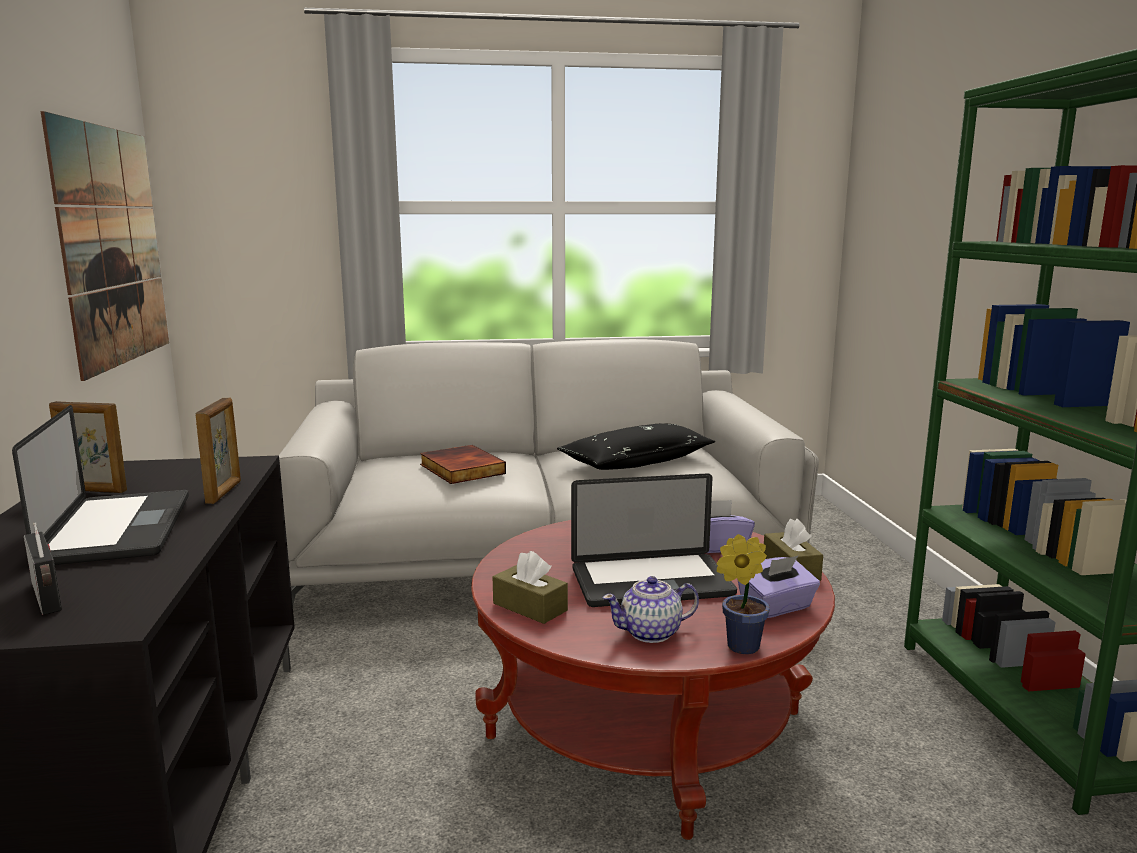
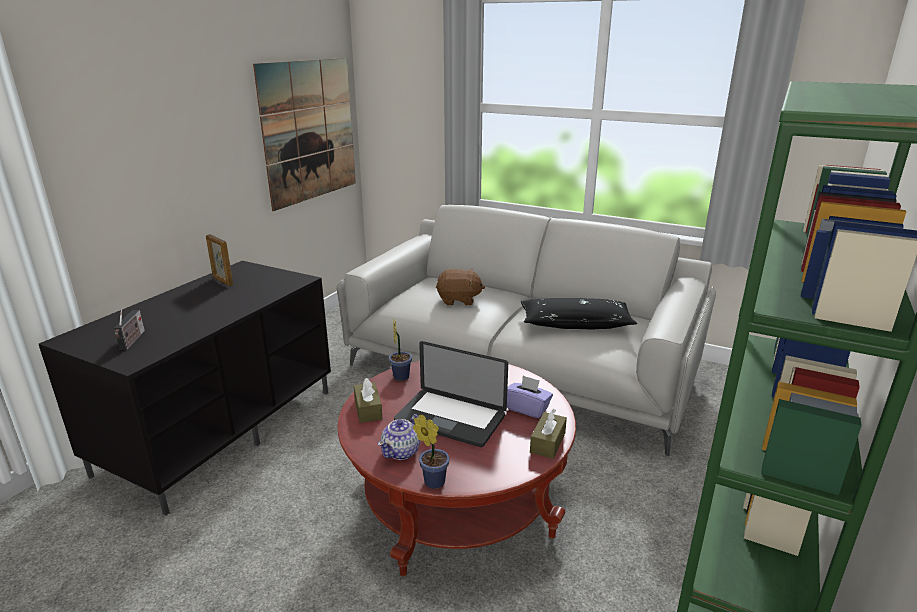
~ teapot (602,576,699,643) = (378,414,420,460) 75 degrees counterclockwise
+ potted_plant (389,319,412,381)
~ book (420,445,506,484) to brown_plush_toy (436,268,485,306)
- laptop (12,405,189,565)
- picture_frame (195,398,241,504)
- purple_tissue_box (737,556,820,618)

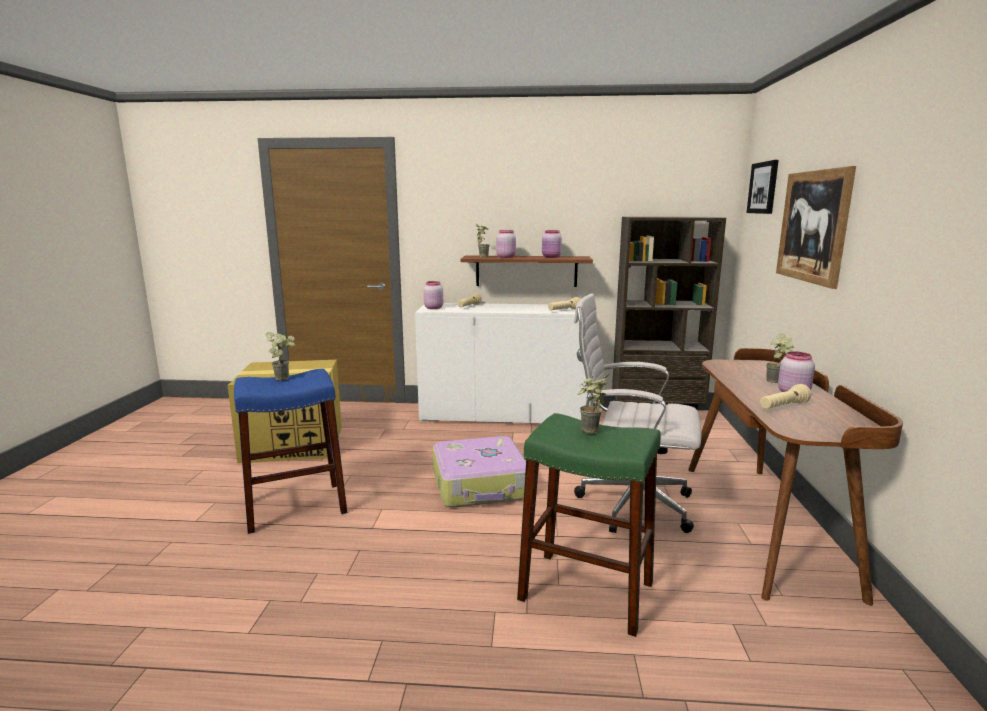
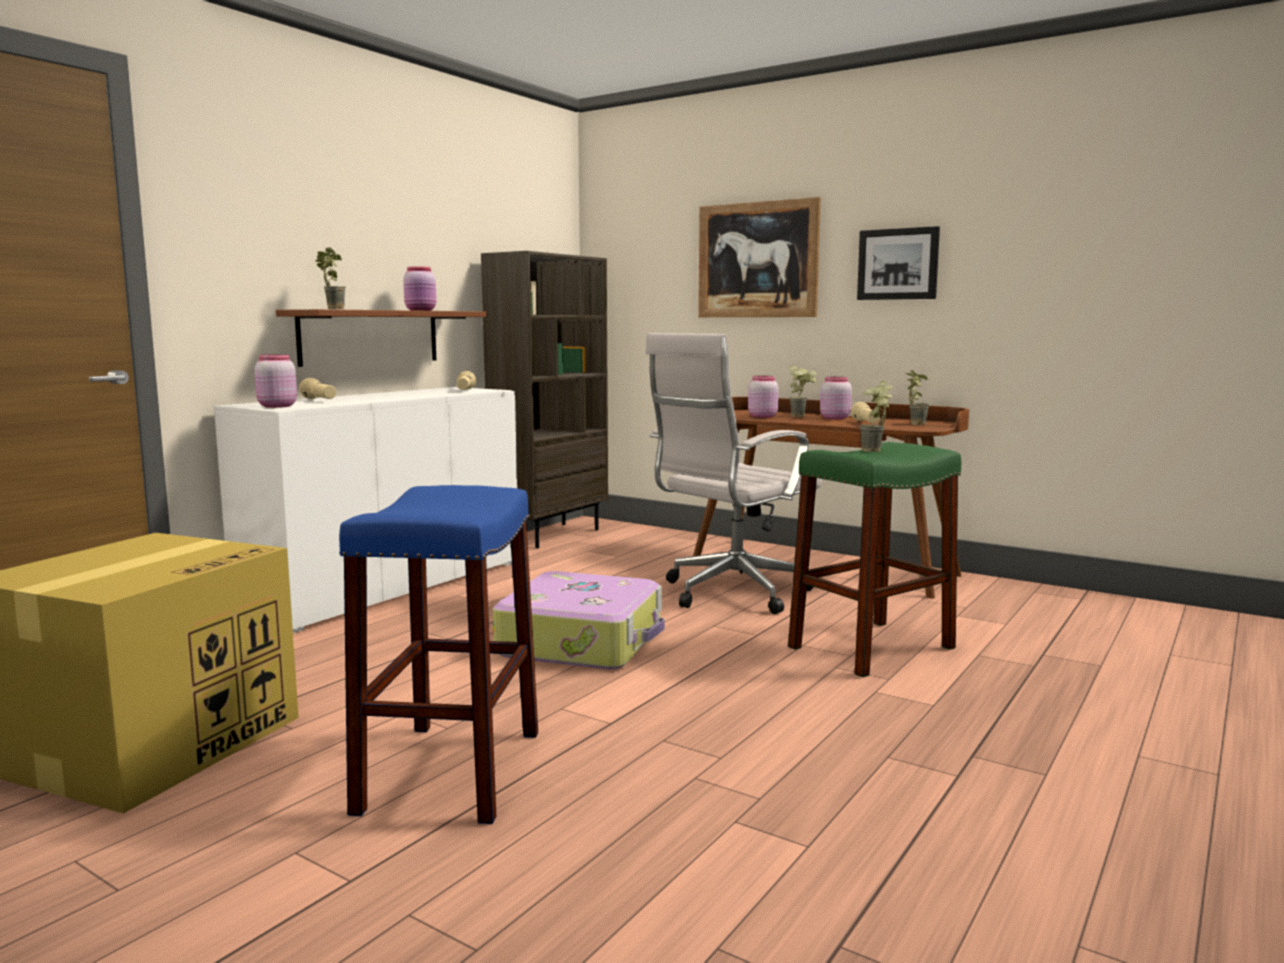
~ pink_jar (496,230,516,258) to (748,376,779,418)
~ picture (747,160,779,214) to (857,226,940,300)
~ potted_plant (266,332,295,381) to (906,370,930,425)

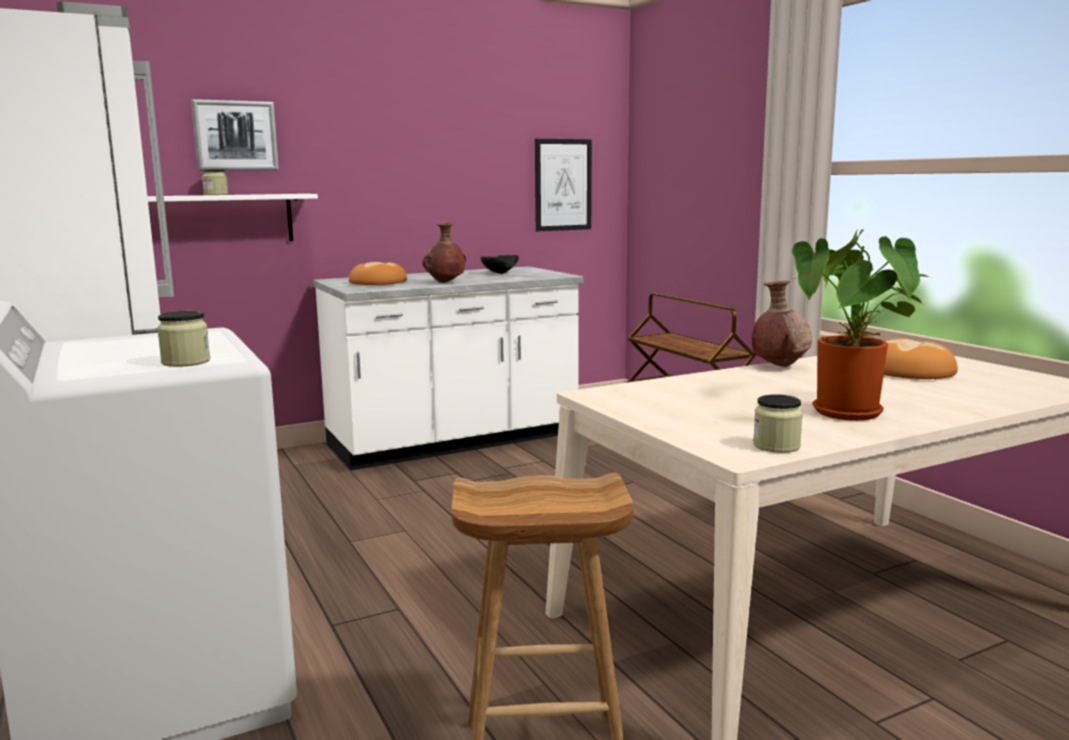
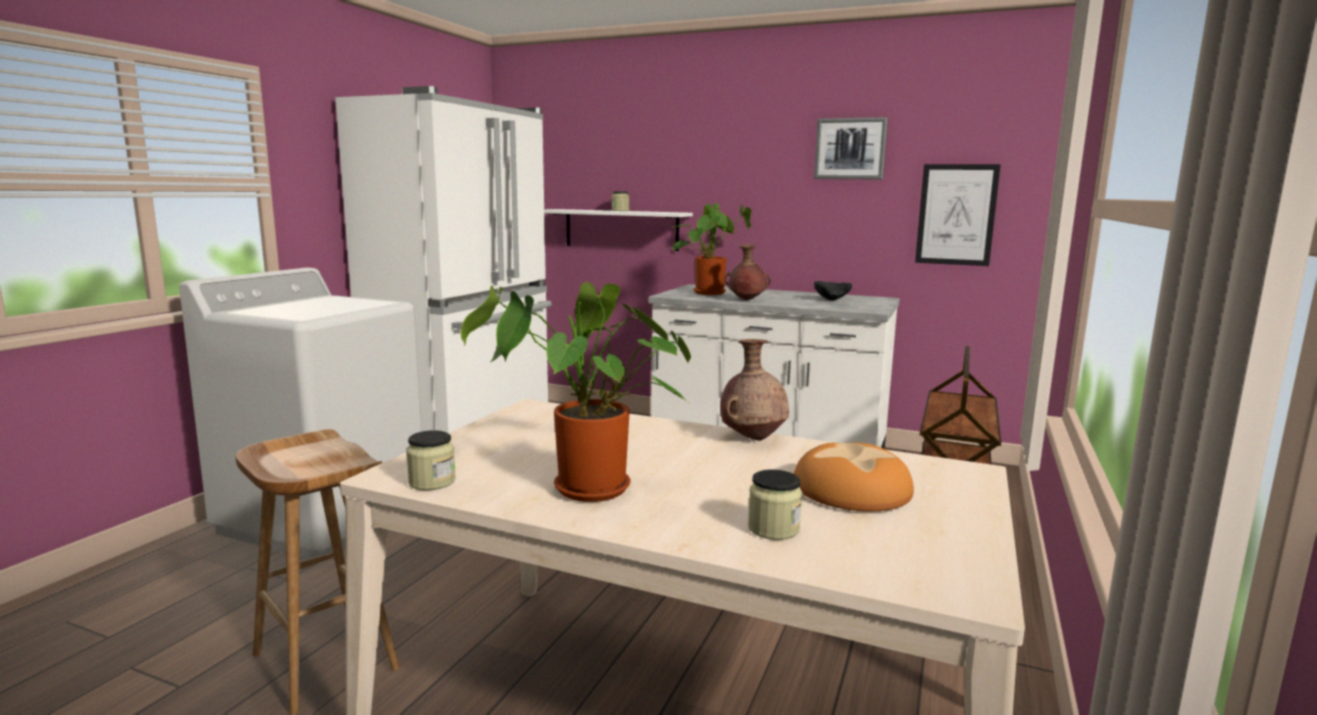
~ bread (349,262,407,285) to potted_plant (671,203,752,295)
~ jar (157,311,210,367) to (748,470,802,540)
~ picture (191,99,279,171) to (814,117,888,180)

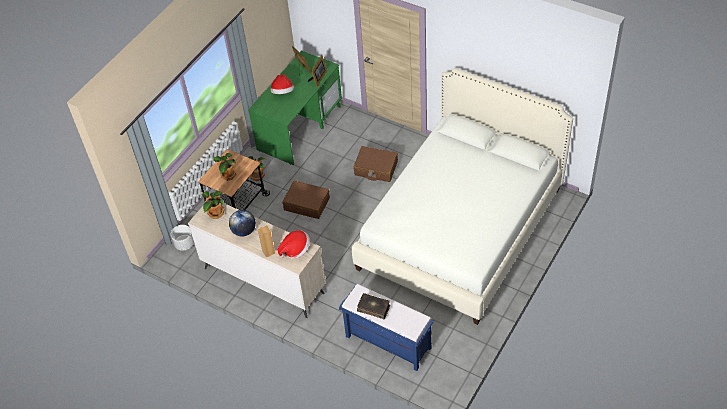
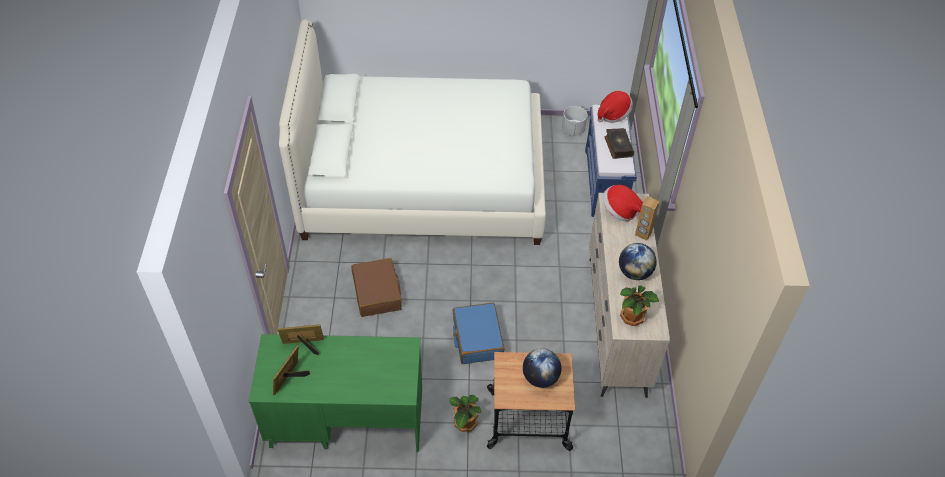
~ brown_suitcase (282,181,330,219) to blue_suitcase (453,303,505,364)
~ potted_plant (213,153,236,181) to globe (523,348,562,388)
~ white_planter (171,225,194,251) to (562,106,587,136)
~ hat (271,74,294,94) to (598,91,633,123)

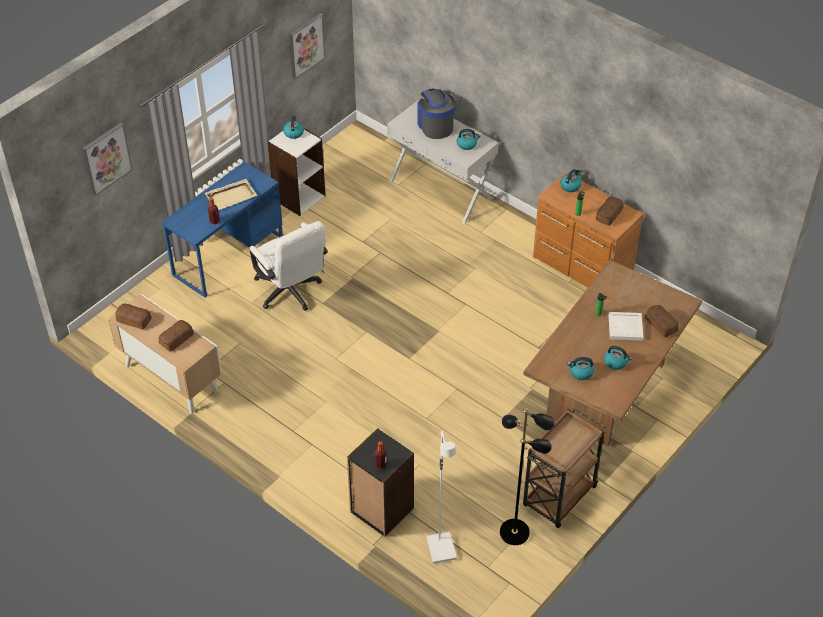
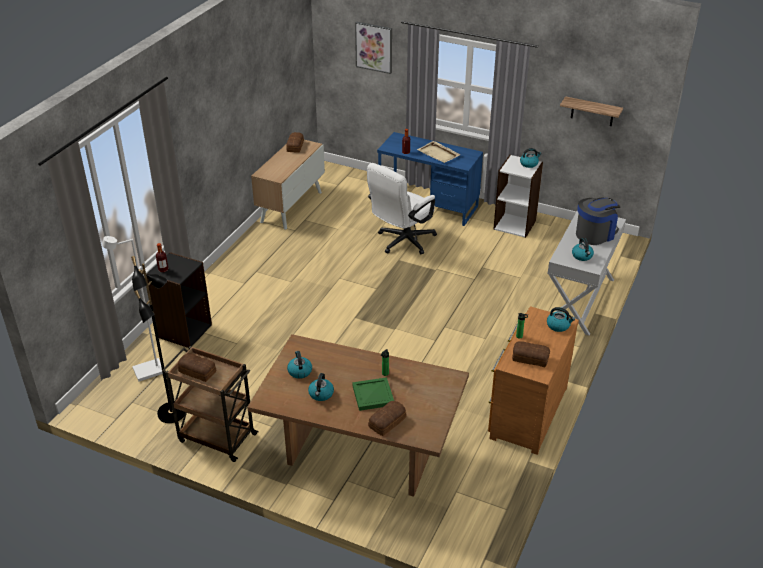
~ bread (159,320,194,352) to (178,353,216,382)
~ white_tray (608,312,643,341) to green_tray (352,377,394,411)
~ picture (289,13,325,79) to shelf (560,96,623,126)

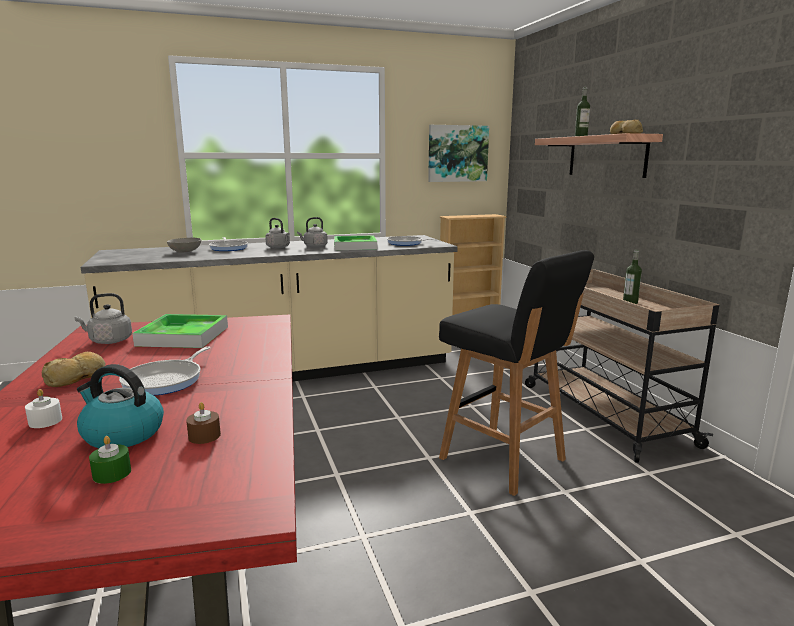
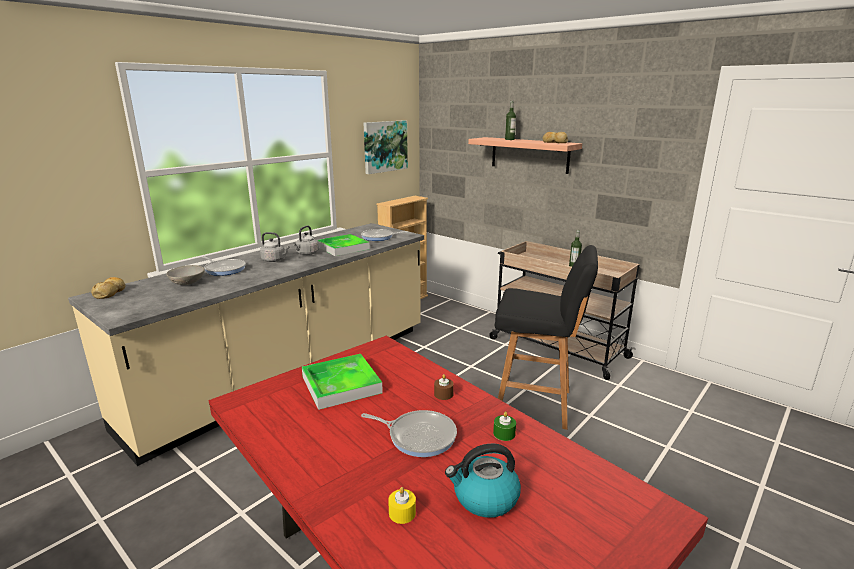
~ bread (42,352,106,387) to (91,277,125,299)
~ frying_pan (119,346,211,396) = (361,410,457,457) 60 degrees counterclockwise
~ white_candle (25,389,62,428) to yellow_candle (388,487,416,524)
~ brown_candle (186,402,221,444) to (434,374,454,400)
~ green_candle (89,436,131,484) to (493,412,516,441)
- grey_kettle (75,293,132,344)

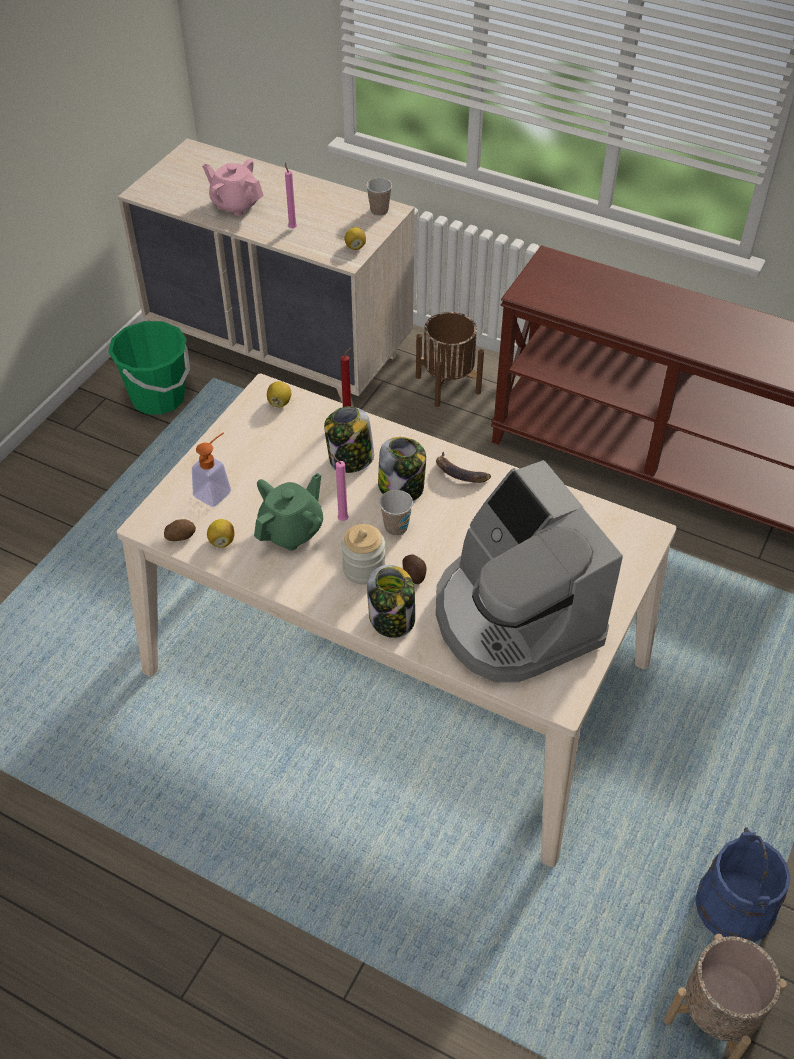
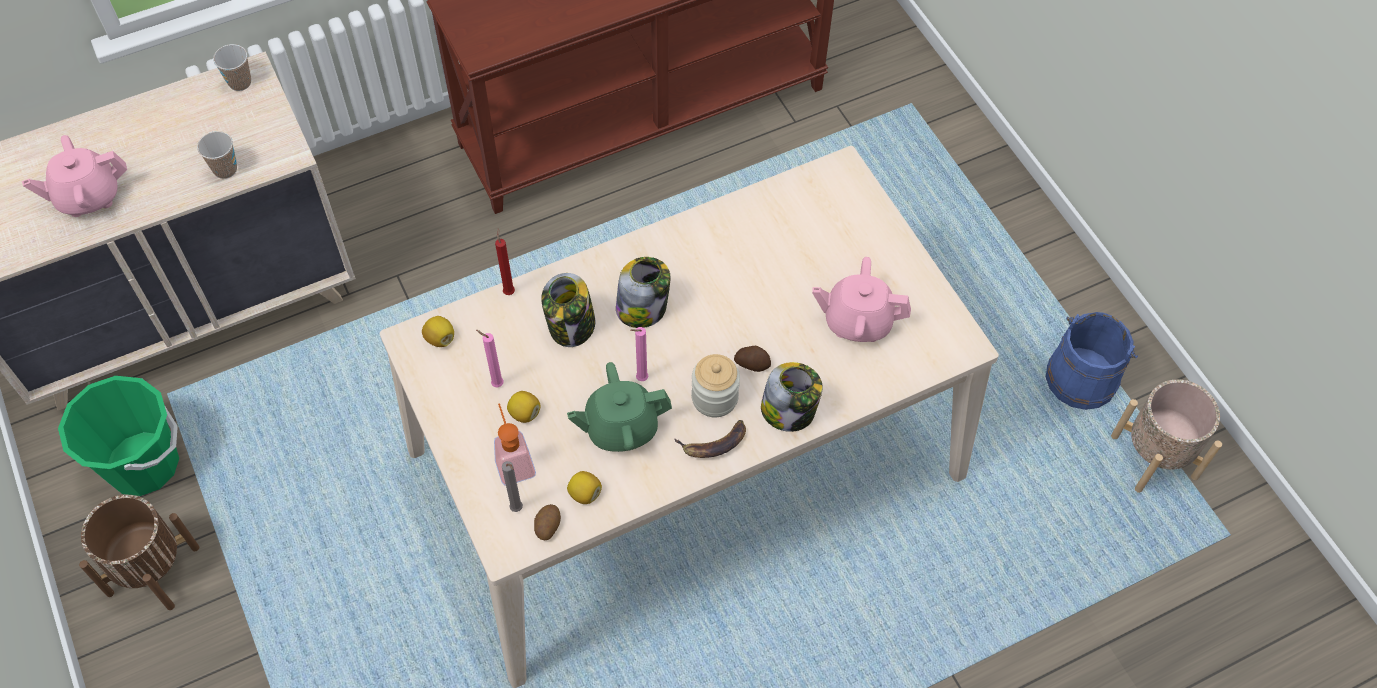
~ brown_planter (416,312,484,407) to (79,495,199,610)
~ cup (379,490,413,536) to (197,131,237,179)
~ pink_candle (285,162,297,229) to (476,330,504,387)
+ grey_candle (502,461,523,512)
~ lemon (344,227,366,250) to (507,391,541,423)
~ green_teapot (254,473,323,551) = (567,362,672,452) 90 degrees counterclockwise
~ banana (436,452,491,483) to (674,420,746,458)
~ coffee_machine (436,460,623,682) to pink_teapot (812,257,911,342)

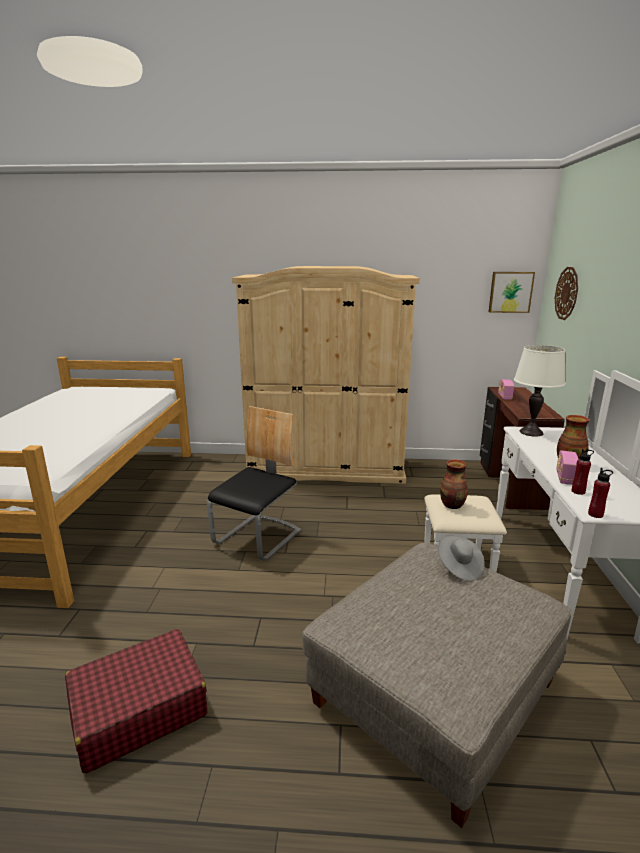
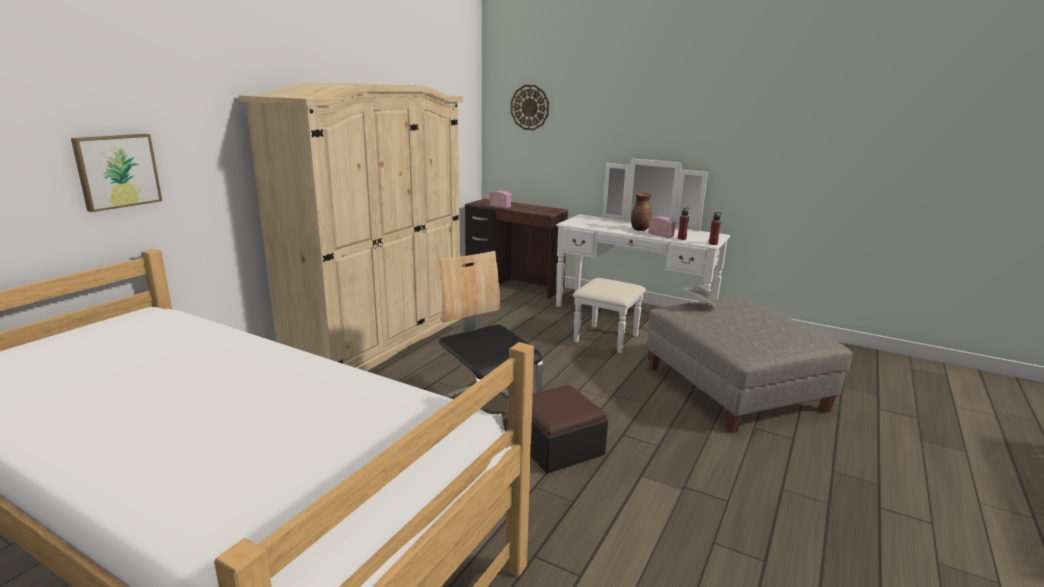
~ picture (489,272,535,313) to (71,134,162,212)
+ ottoman (531,385,608,474)
- red_suitcase (65,629,208,774)
- vase (440,459,468,509)
- white_table_lamp (514,345,566,437)

